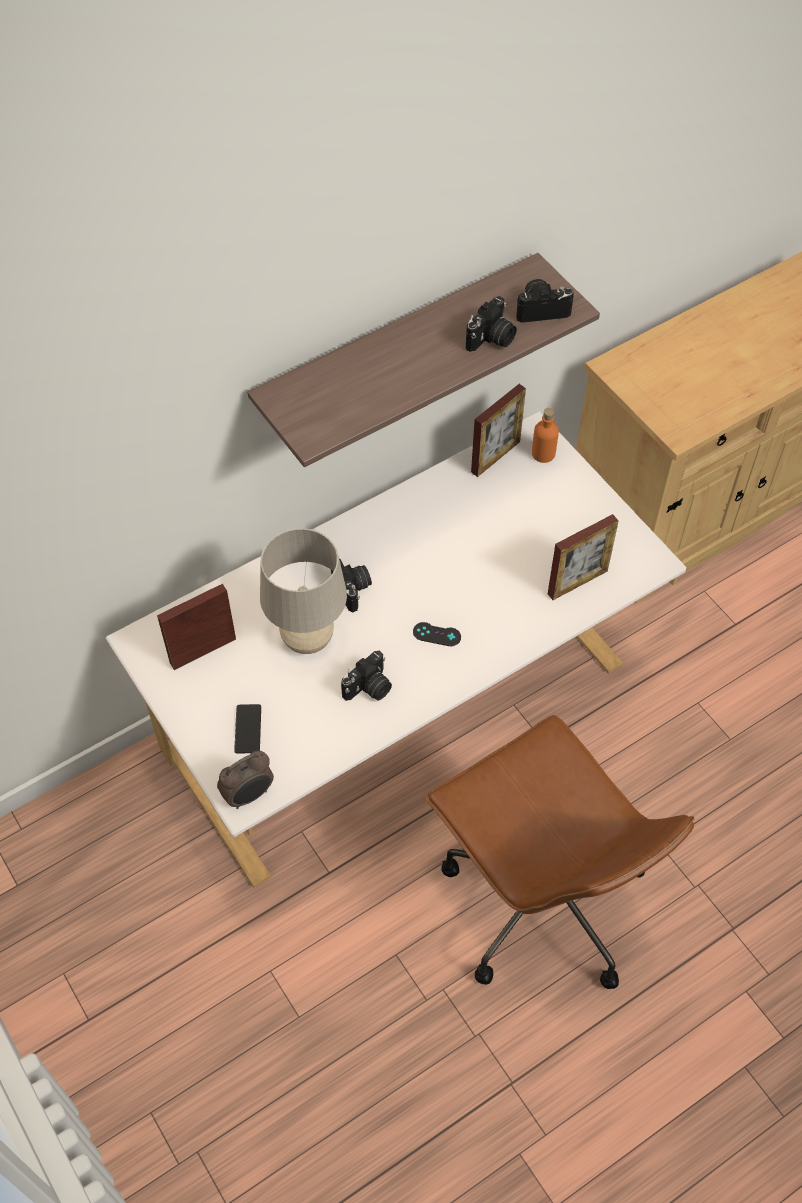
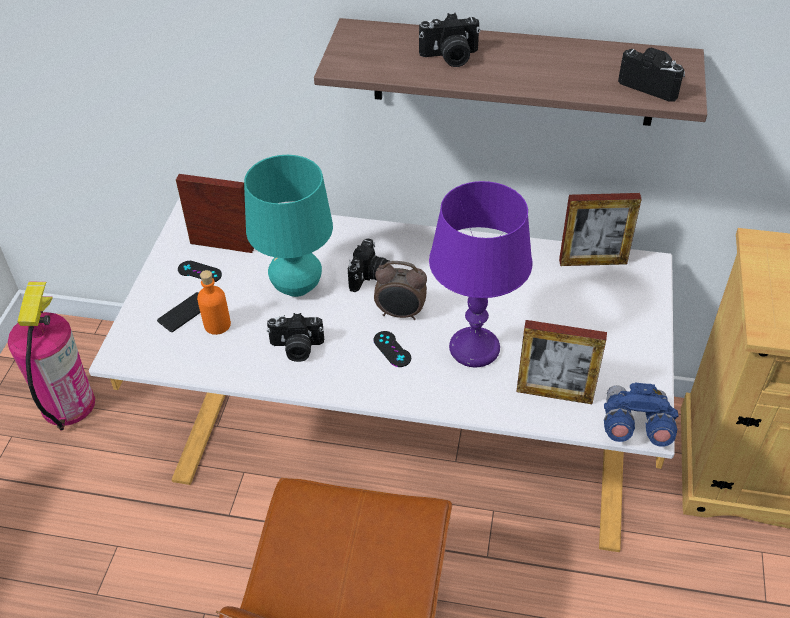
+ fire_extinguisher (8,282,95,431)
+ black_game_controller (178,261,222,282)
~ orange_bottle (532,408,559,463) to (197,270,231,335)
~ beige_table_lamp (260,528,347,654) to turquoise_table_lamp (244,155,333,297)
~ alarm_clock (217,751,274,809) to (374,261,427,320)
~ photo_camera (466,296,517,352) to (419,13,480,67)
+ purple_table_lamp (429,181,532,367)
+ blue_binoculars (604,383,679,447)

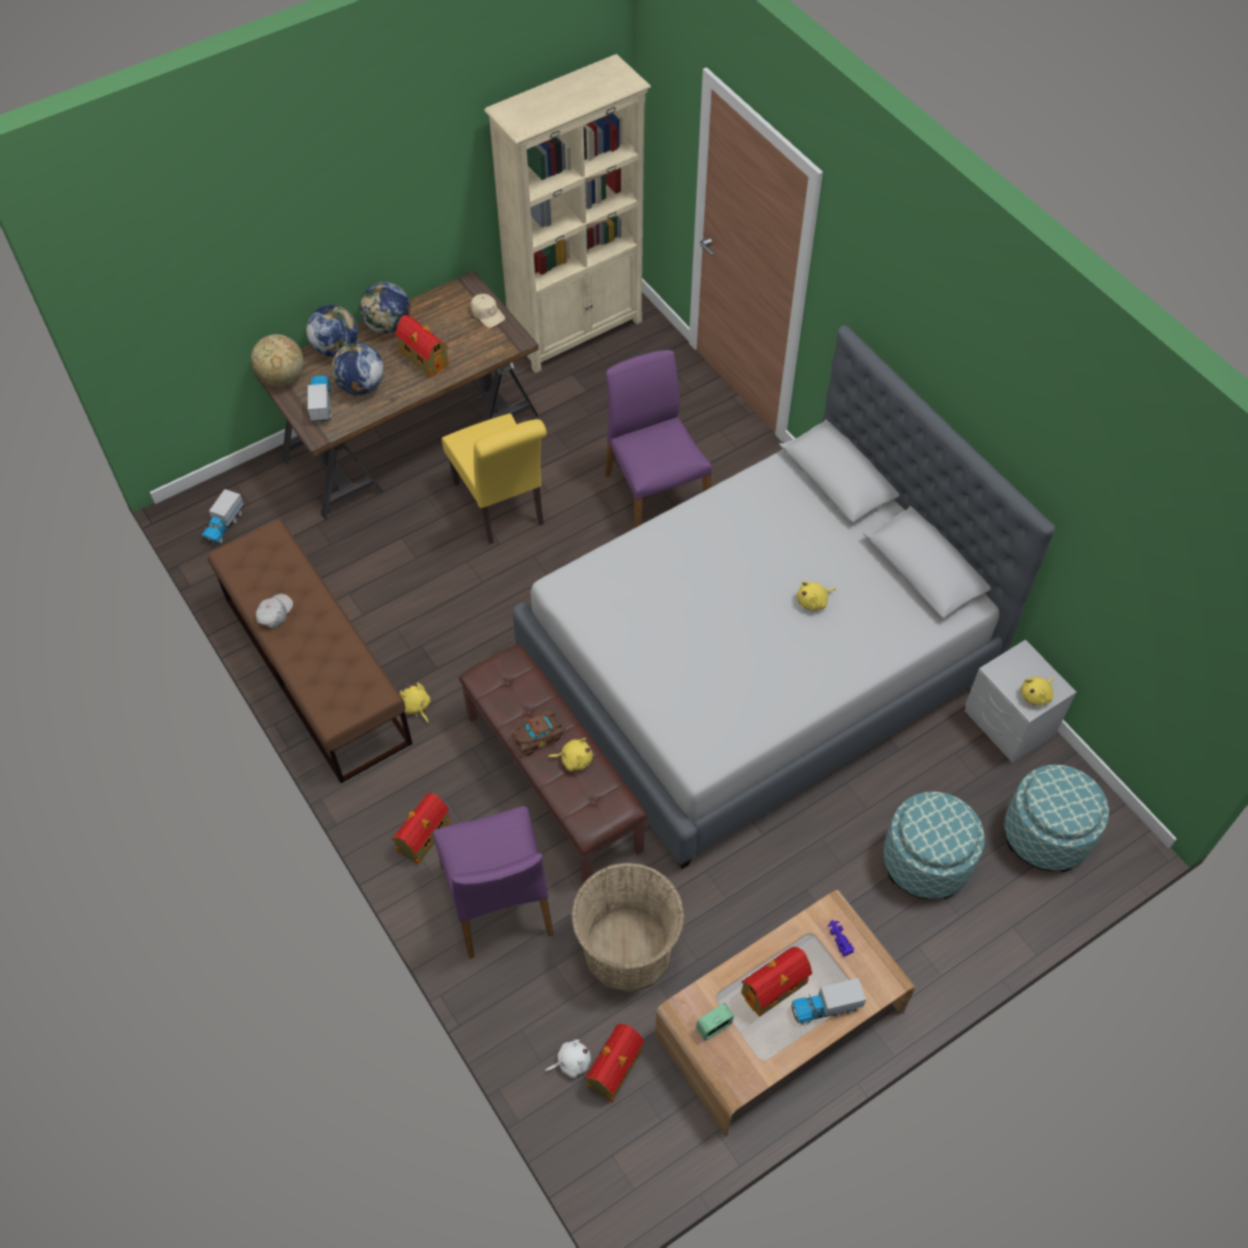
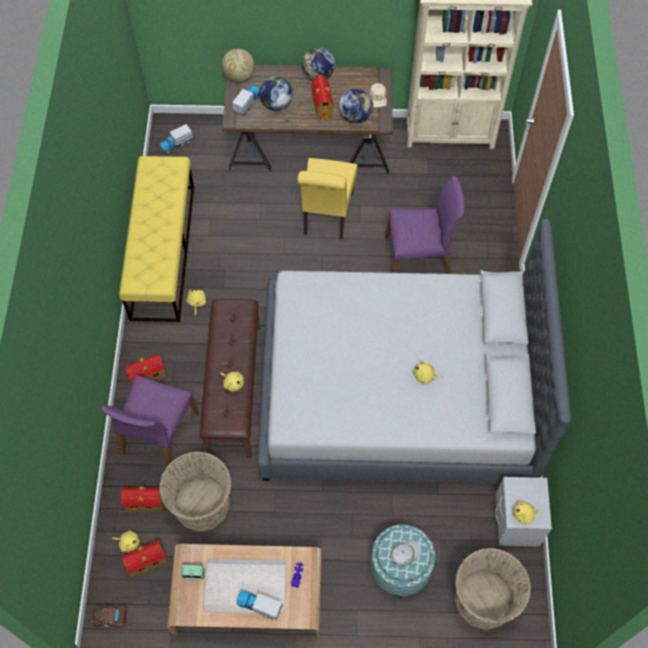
~ brown_toy_car (510,710,566,756) to (91,605,128,628)
~ white_plush_toy (545,1039,591,1078) to yellow_plush_toy (112,531,140,552)
~ brown_bench (208,520,413,783) to yellow_bench (119,156,194,322)
~ toy_house (741,947,812,1017) to (121,486,163,511)
~ globe (306,305,358,356) to (339,89,373,123)
~ purple_chair (605,350,712,528) = (385,176,464,274) 75 degrees clockwise
~ white_cap (256,594,293,630) to (391,540,421,567)
~ ottoman (1004,765,1109,872) to basket (454,548,531,630)

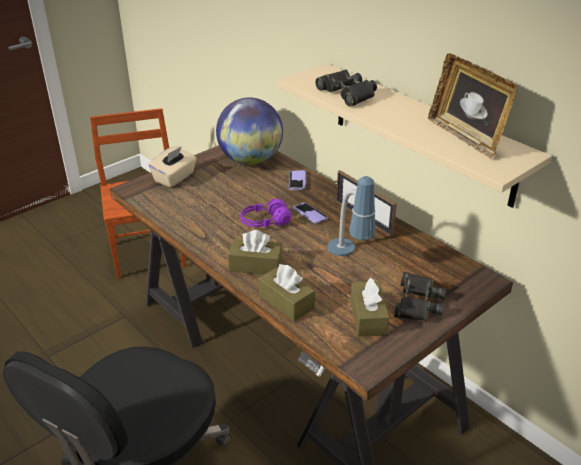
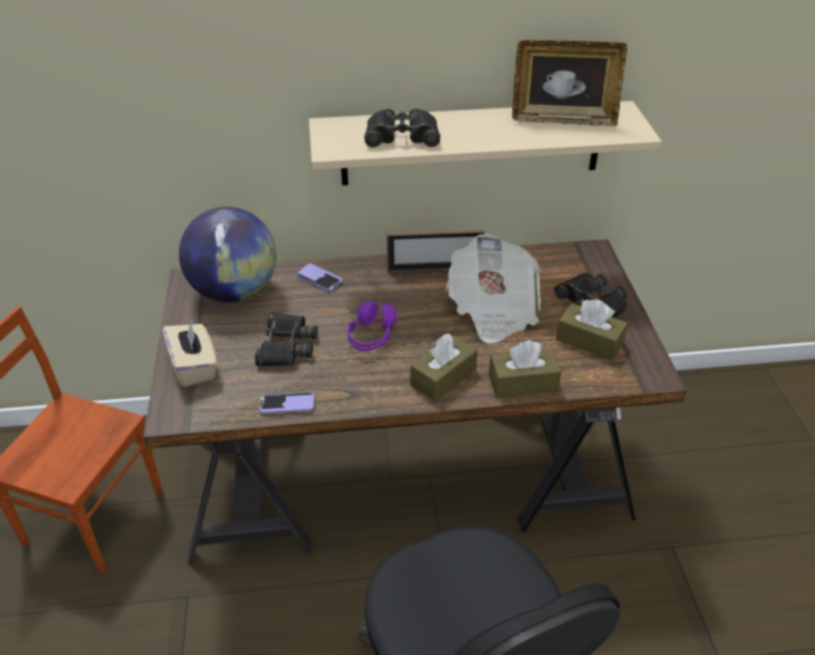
+ black_binoculars (255,312,318,366)
~ phone (293,202,328,223) to (260,392,314,414)
~ table_lamp (327,176,376,256) to newspaper (446,234,541,344)

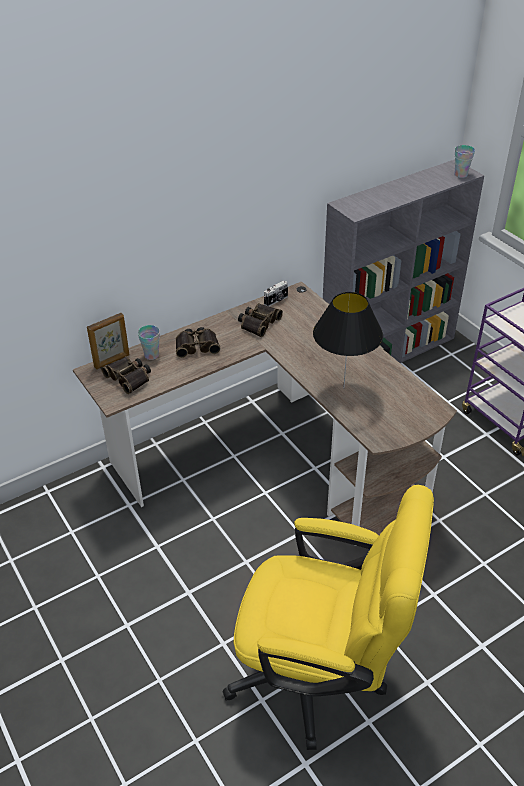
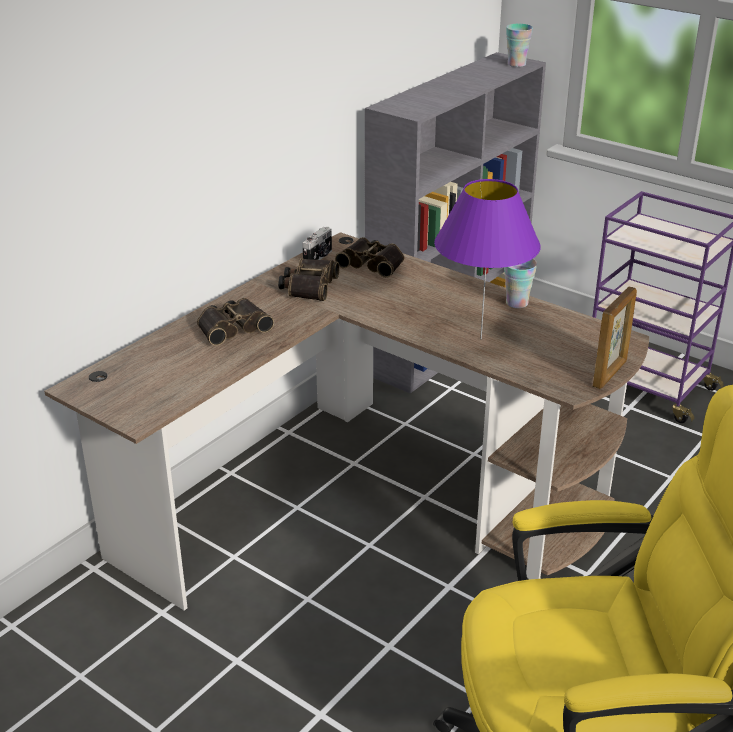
~ binoculars (101,356,151,394) to (335,237,404,278)
~ black_table_lamp (313,292,383,389) to purple_table_lamp (434,179,541,339)
~ cup (138,325,160,360) to (504,259,537,308)
~ picture_frame (87,313,130,369) to (593,287,637,389)

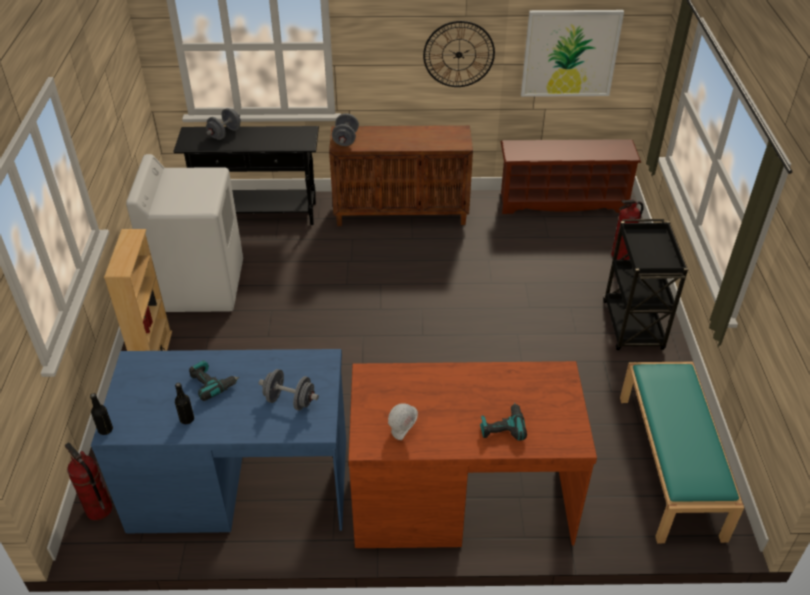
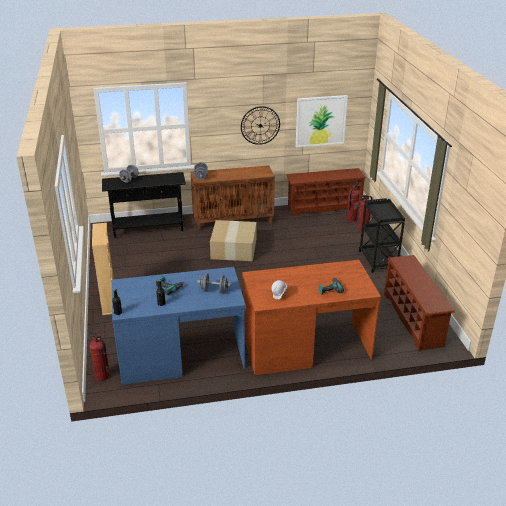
+ cardboard_box (210,220,257,261)
+ fire_extinguisher (346,182,360,222)
~ turquoise_bench (620,362,744,543) to brown_shoe_rack (384,255,455,352)
- white_washing_machine (126,154,243,312)

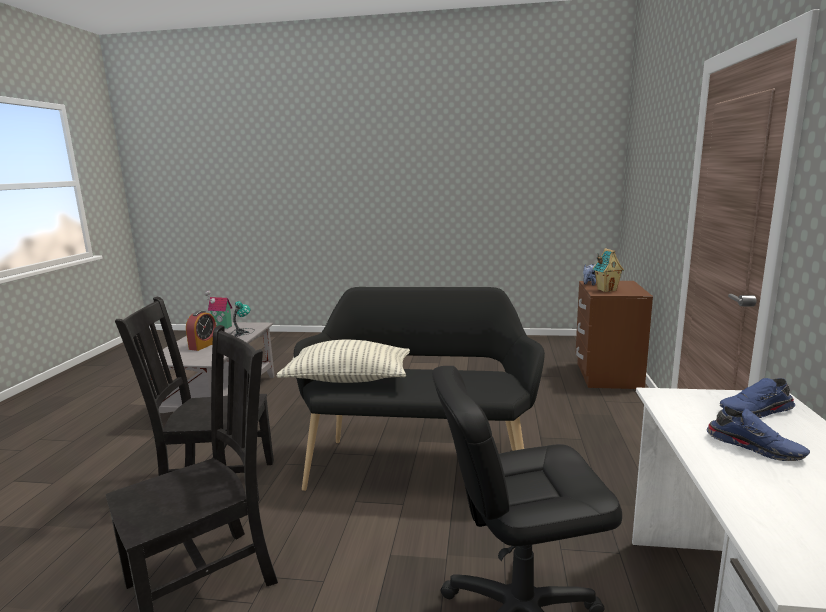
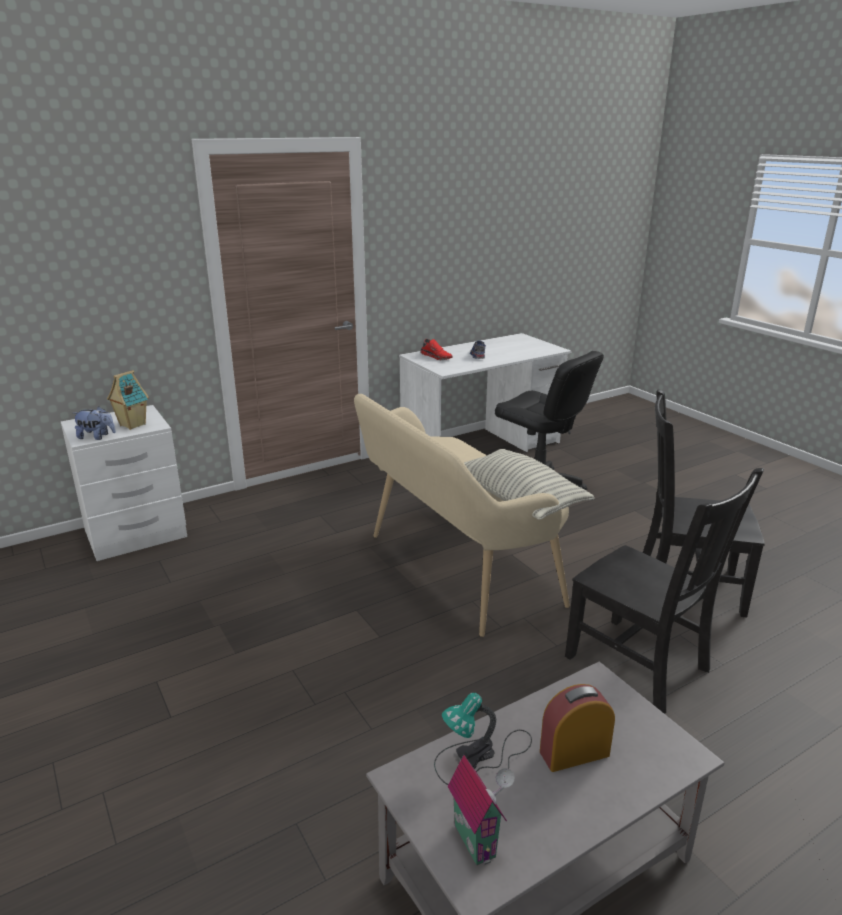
~ brown_nightstand (576,281,653,389) to white_nightstand (61,405,187,561)
~ black_bench (294,287,545,491) to beige_bench (354,394,570,637)
~ blue_shoe (720,378,795,418) to red_shoe (420,339,452,360)

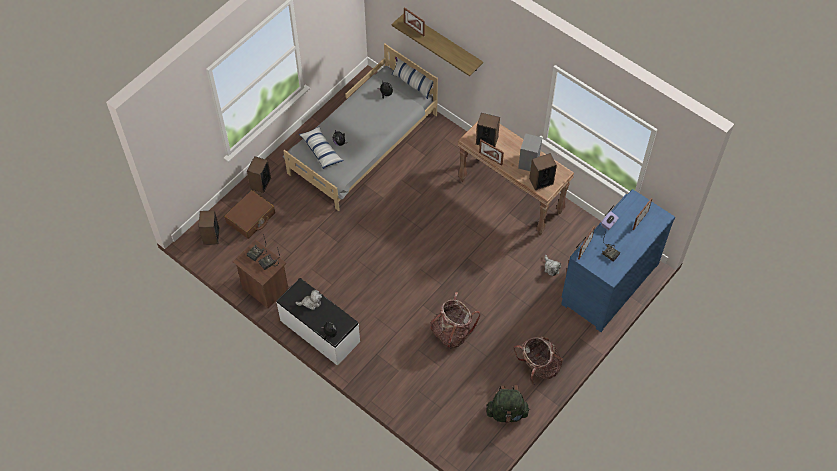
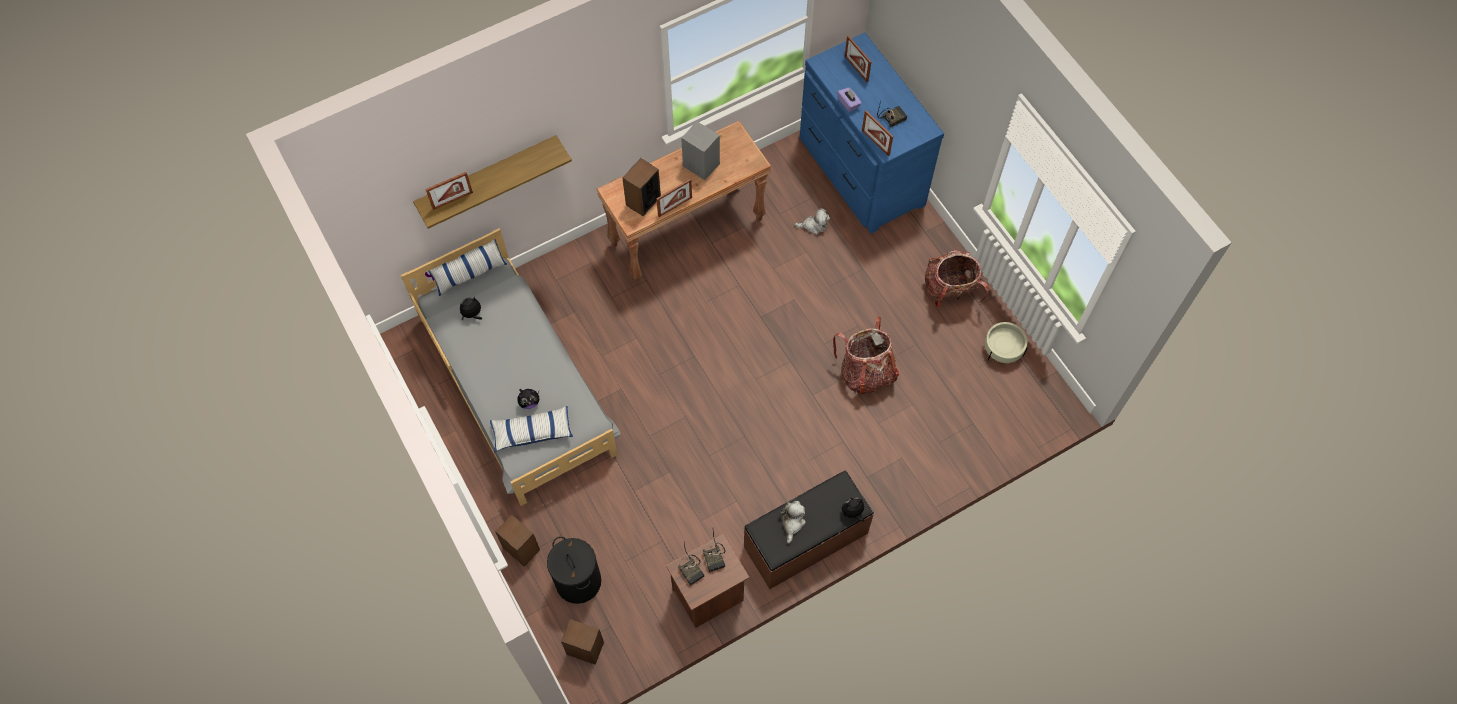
~ brown_suitcase (224,190,275,239) to black_laundry_basket (547,537,601,604)
~ white_bench (276,278,360,366) to brown_bench (744,470,874,589)
~ green_backpack (486,385,530,423) to beige_planter (985,321,1028,363)
- speaker (529,153,557,190)

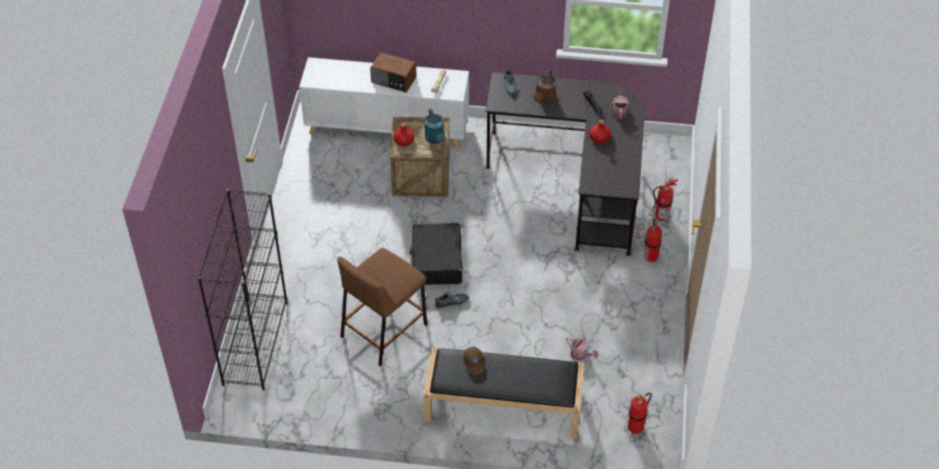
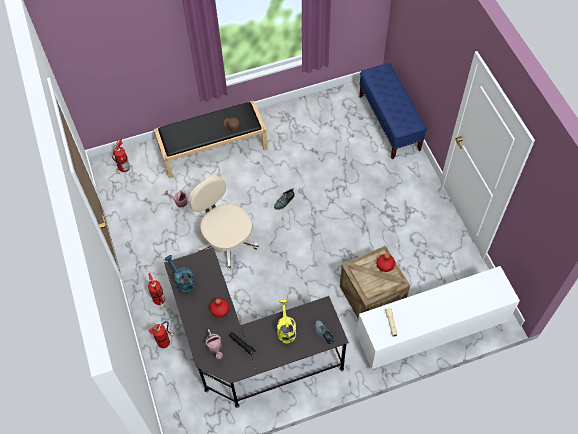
~ turquoise_watering_can (424,109,445,144) to (165,255,195,293)
+ beige_office_chair (189,176,259,270)
~ brown_watering_can (534,69,556,105) to yellow_watering_can (277,299,296,343)
~ black_bookcase (198,189,288,391) to blue_bench (359,63,427,159)
- brown_stool (337,248,427,366)
- radio (370,52,417,92)
- black_suitcase (410,223,462,285)

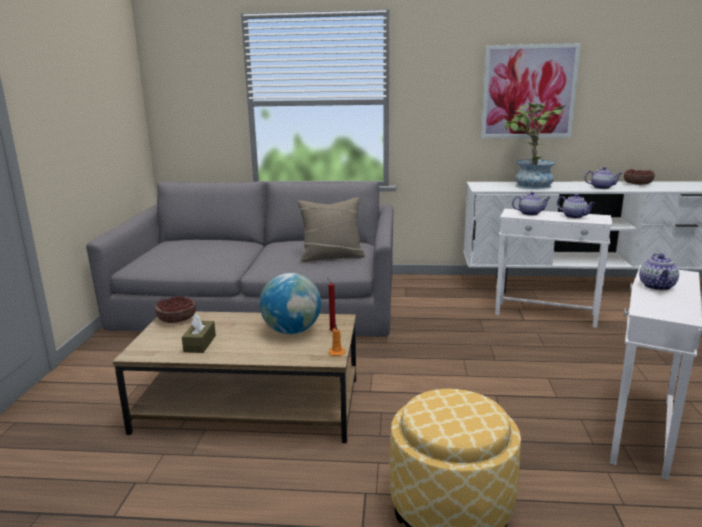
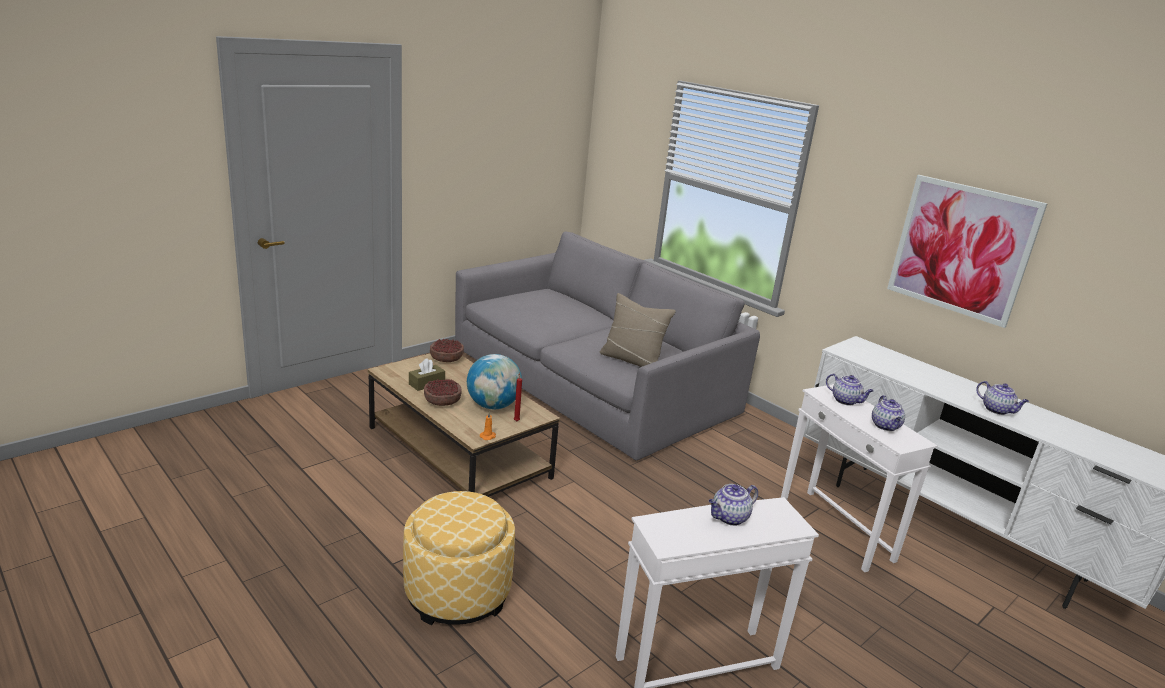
~ bowl (624,169,655,185) to (424,379,461,406)
- potted_plant (503,103,569,189)

